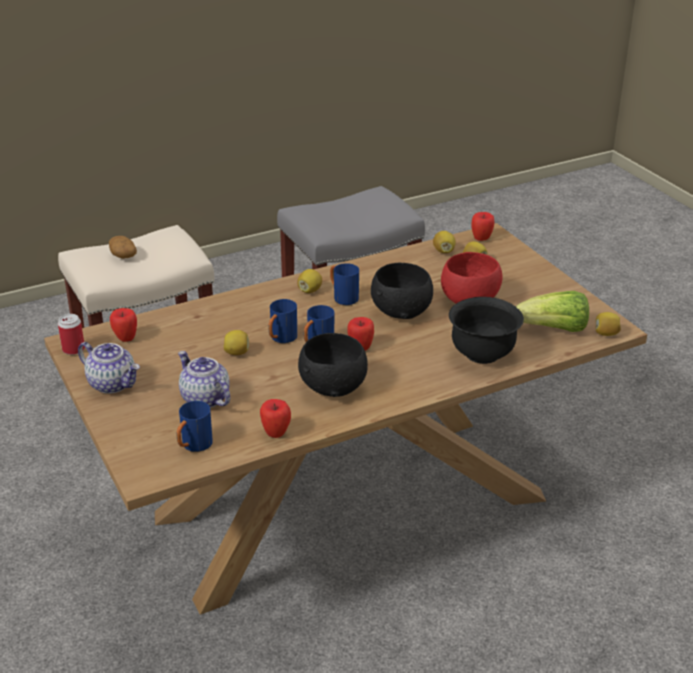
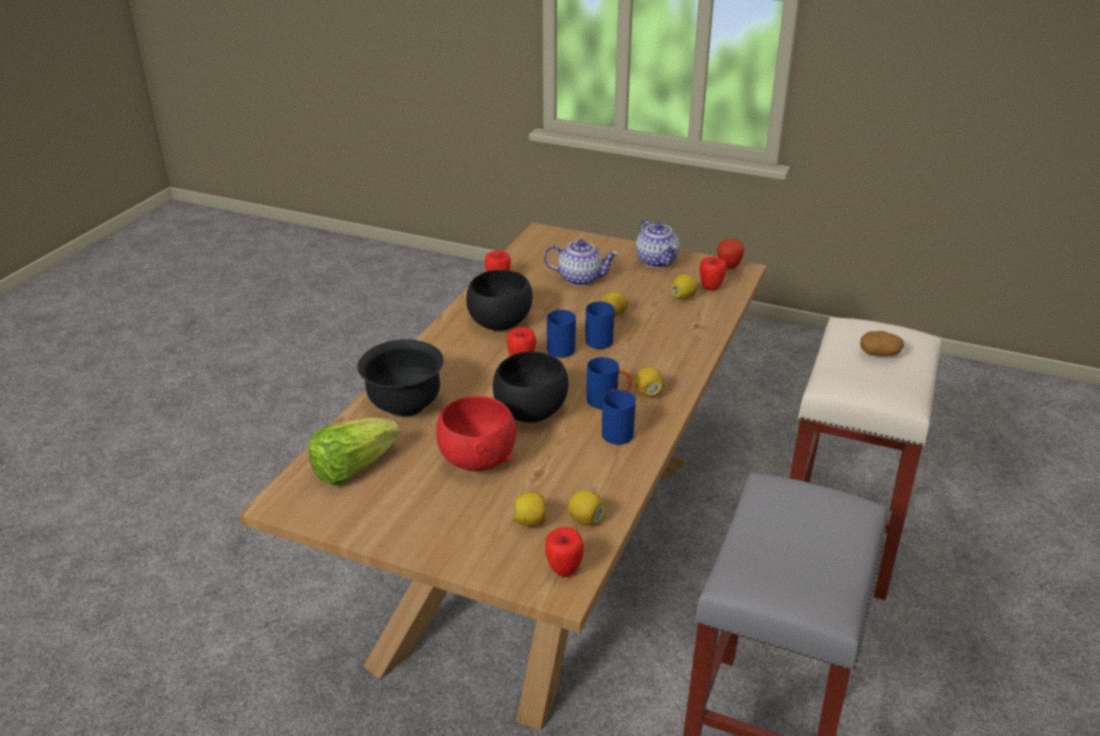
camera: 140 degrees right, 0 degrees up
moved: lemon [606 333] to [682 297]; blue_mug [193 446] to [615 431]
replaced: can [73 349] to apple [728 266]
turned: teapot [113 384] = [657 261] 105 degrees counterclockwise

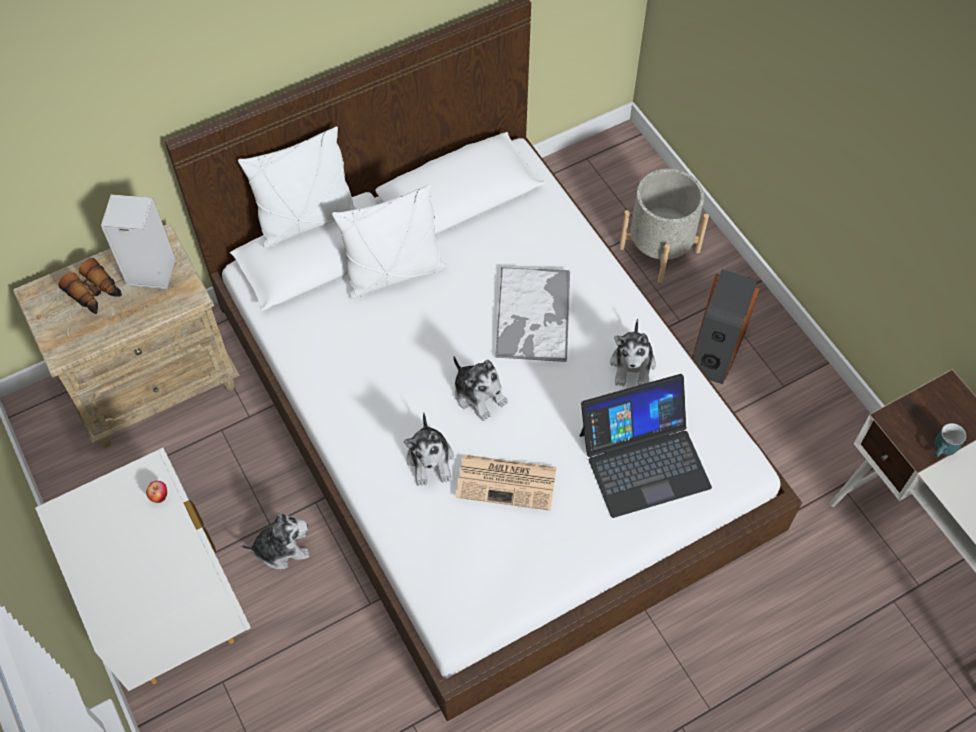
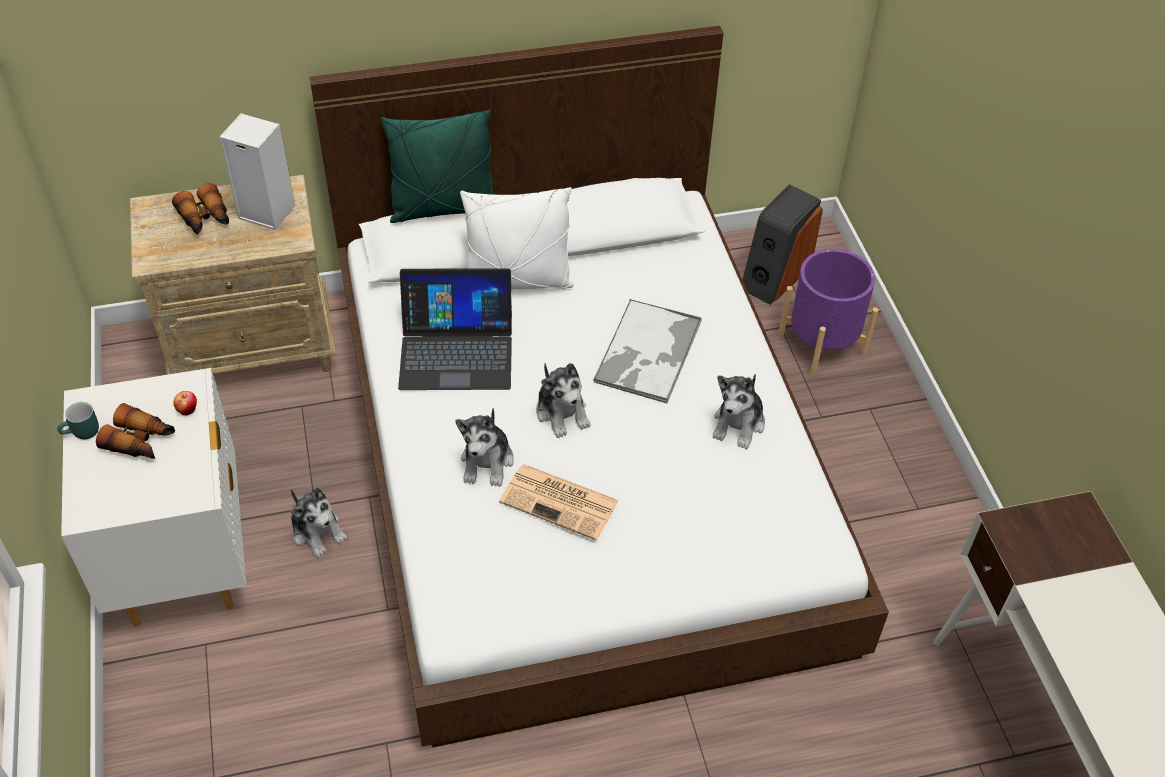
camera: 15 degrees right, 10 degrees down
added: binoculars [140 441]
moved: speaker [715 350] to [774 276]; laptop [643 459] to [456 350]; turquoise_mug [944 450] to [82 433]
recoloured: white_pillow [307 221] to green_pillow [443 209]; grey_planter [659 249] to purple_planter [822 344]
turned: plush_toy [282 548] = [318 531] 45 degrees clockwise

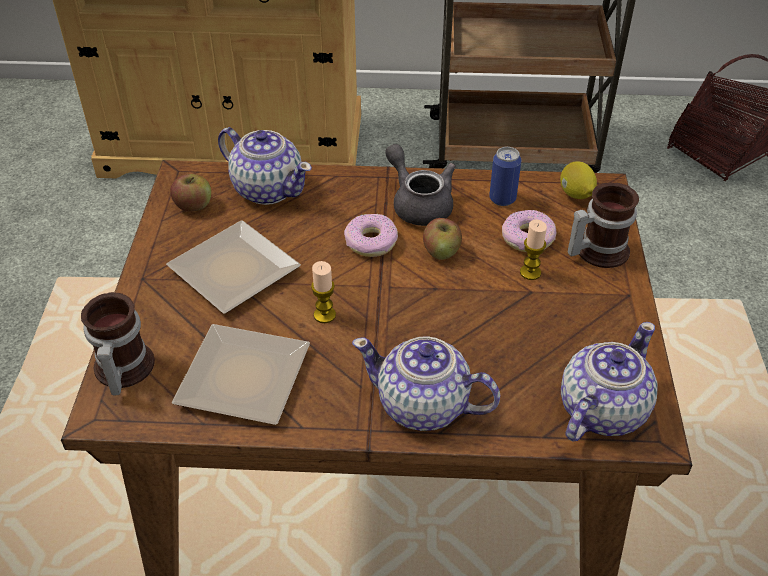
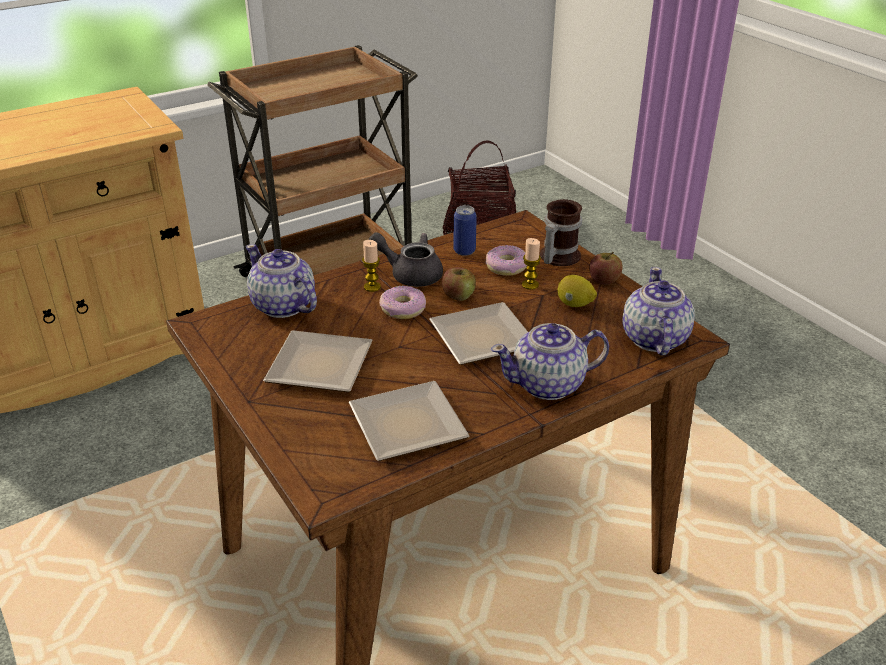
camera: 35 degrees left, 10 degrees down
removed: mug [120 370]
added: plate [480 340]
moved: lemon [576 195] to [574 304]; apple [193 205] to [604 280]; candle [324 315] to [372 287]
turned: teapot [267 189] = [283 306] 135 degrees counterclockwise

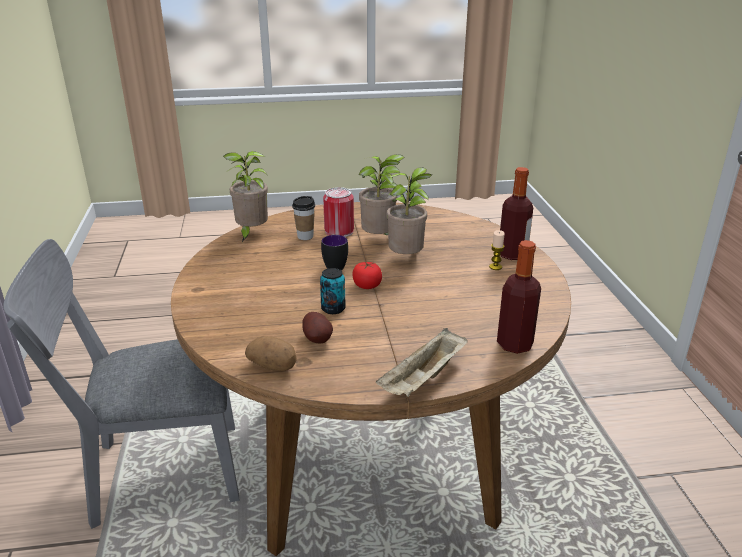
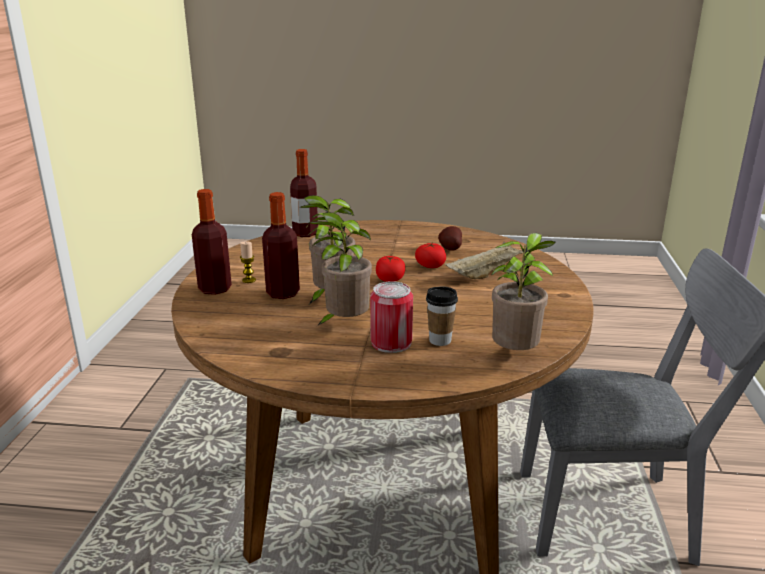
camera: 165 degrees left, 5 degrees down
removed: mug [334 266]; potato [273 366]
added: bottle [283 293]
moved: beige_tray [423 379] to [486 273]
replaced: can [333 309] to tomato [430 266]

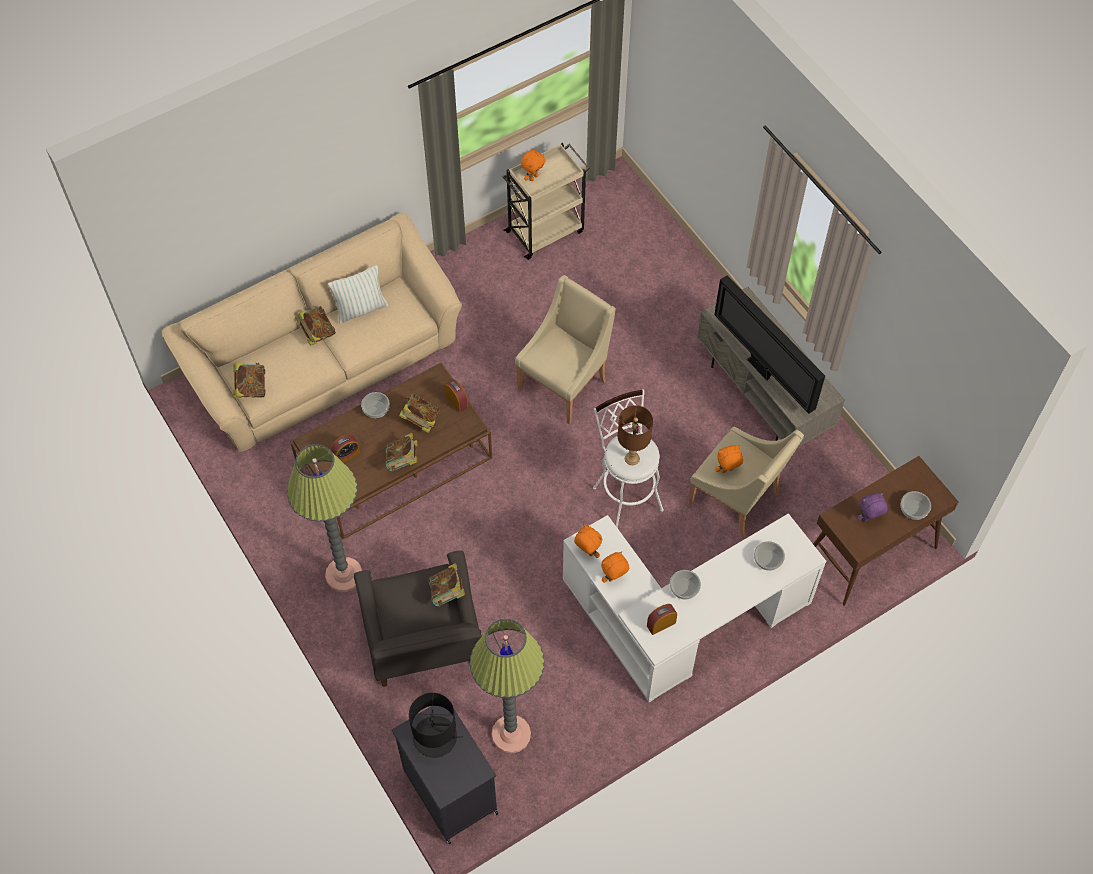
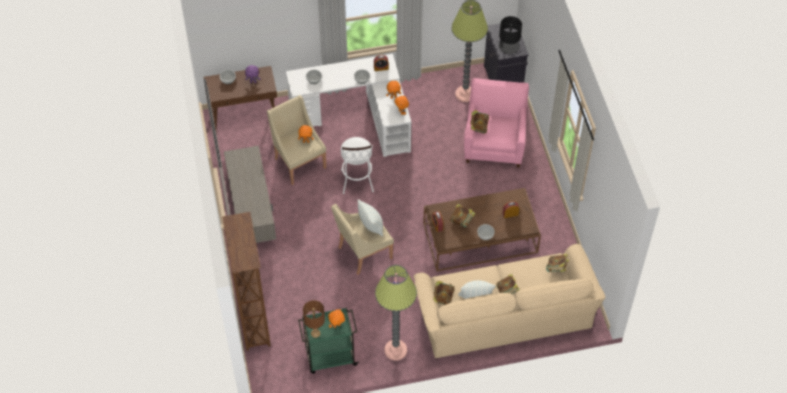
camera: 160 degrees left, 5 degrees down
removed: television [761 369]
added: pillow [371 226]; brown_bookcase [254 322]
moved: brown_table_lamp [632 458] to [315 333]; book [402 461] to [442 298]; floor_lamp [344 575] to [395 350]
recoloured: beige_cart [546 231] to green_cart [330 357]; grey_armchair [424 644] to pink_armchair [494 143]

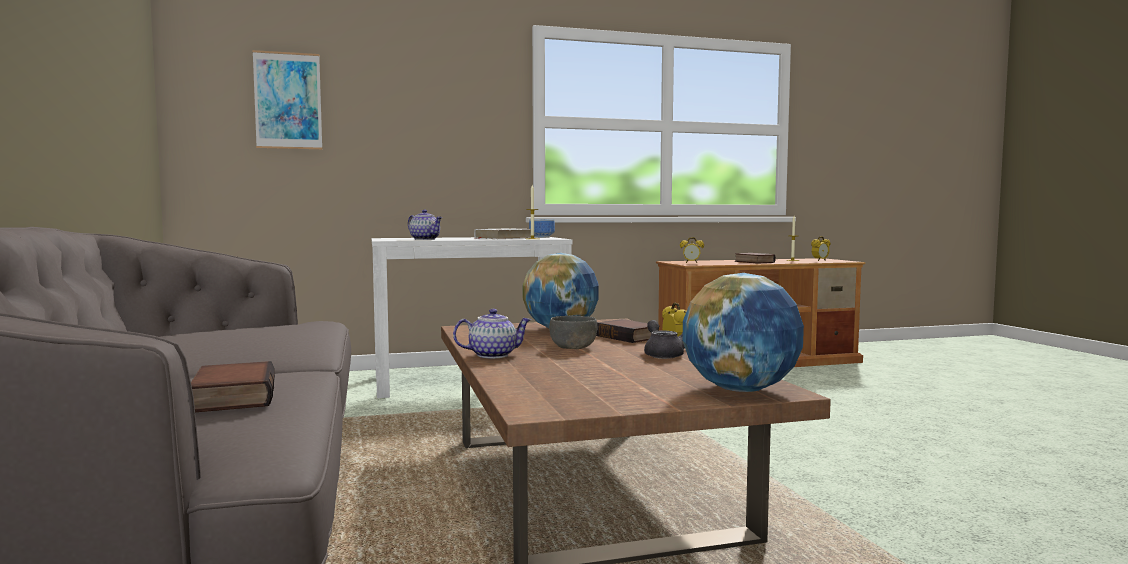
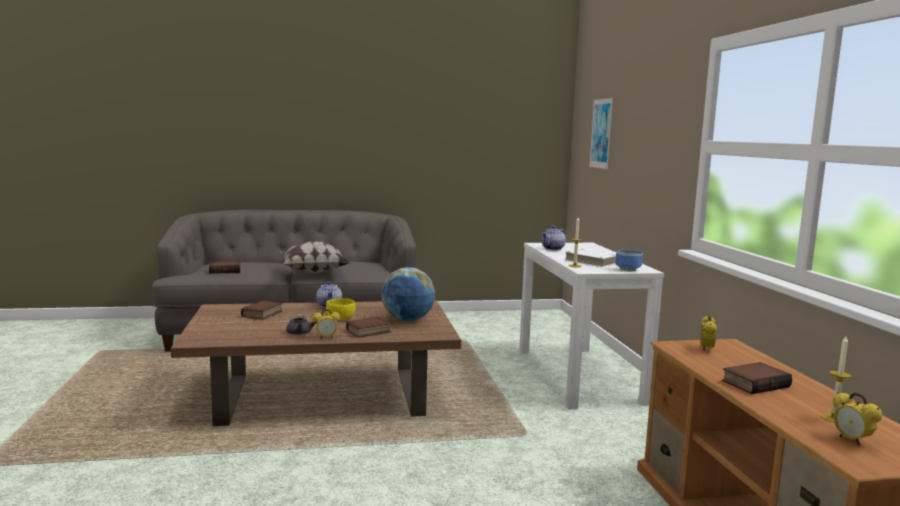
camera: 95 degrees right, 5 degrees up
removed: globe [741 390]
added: pillow [312 272]; book [263 314]
recoloured: grey_bowl [572 347] to yellow_bowl [341 318]

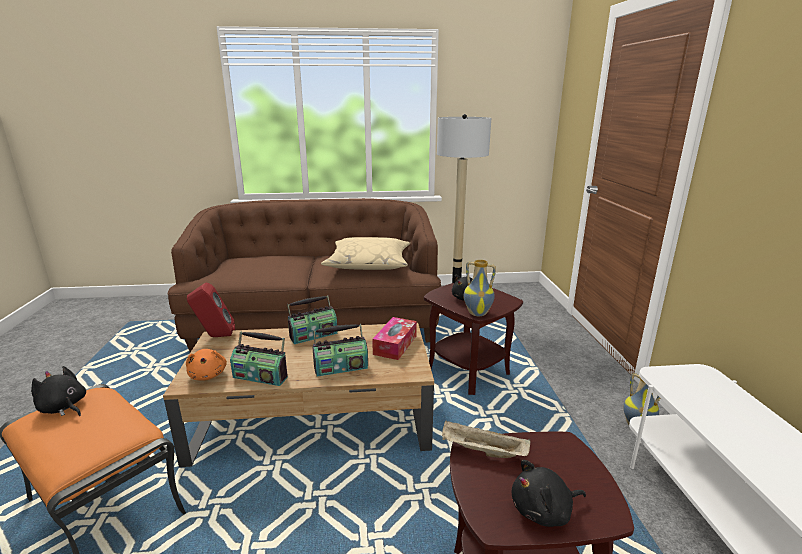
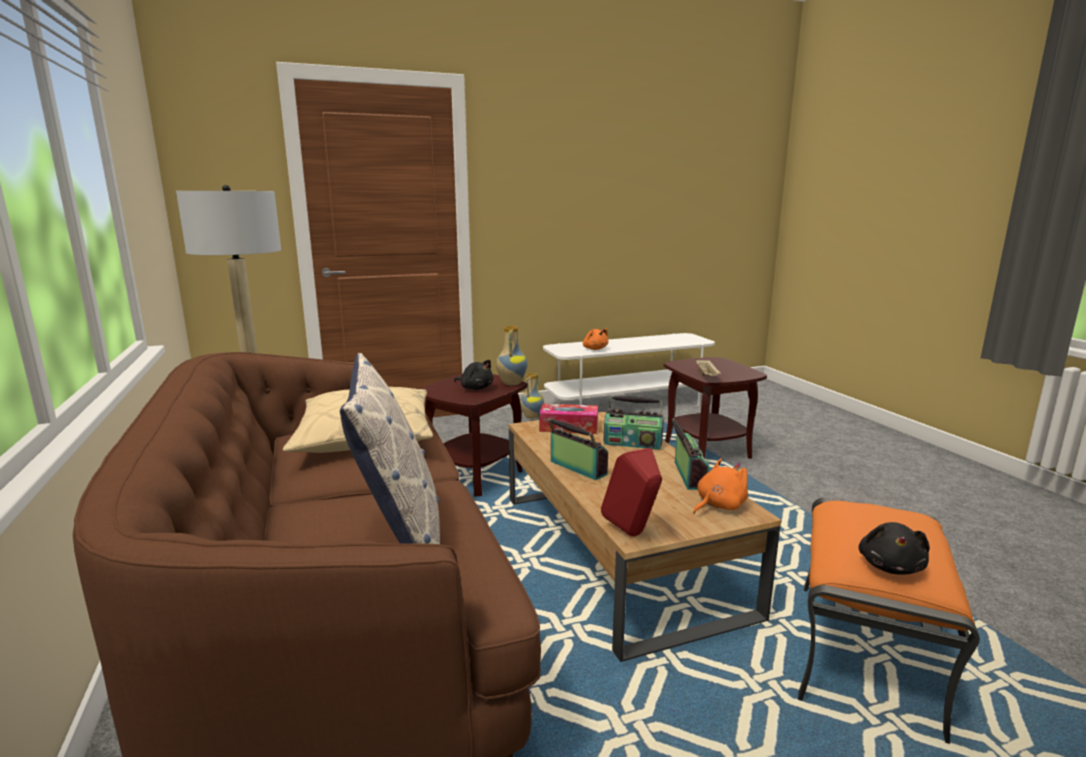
camera: 105 degrees left, 5 degrees down
removed: black_plush_toy [544 511]
added: orange_plush_toy [594 349]; pillow [400 540]
turned: radio [341 367] = [633 443] 135 degrees clockwise

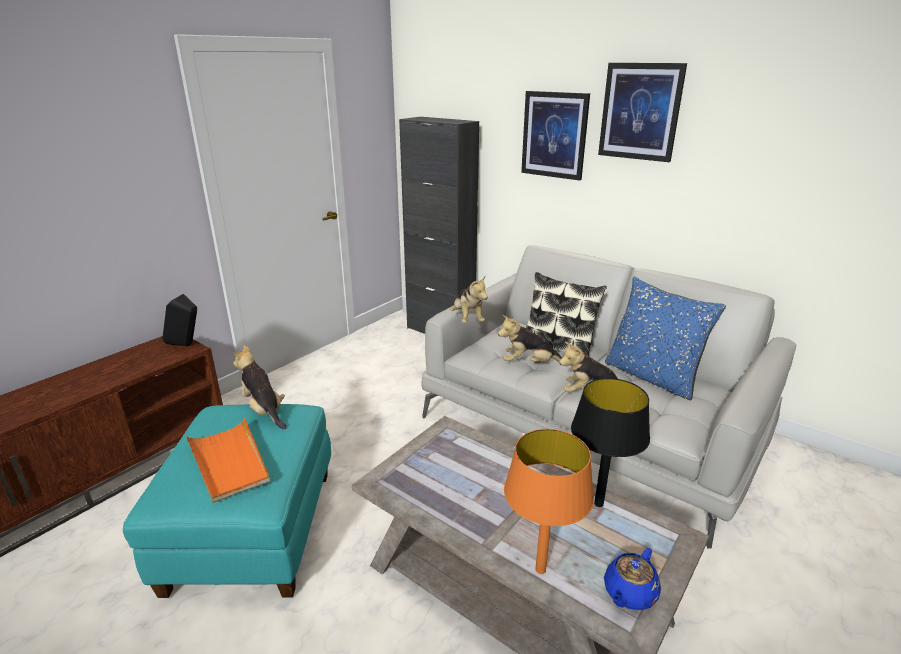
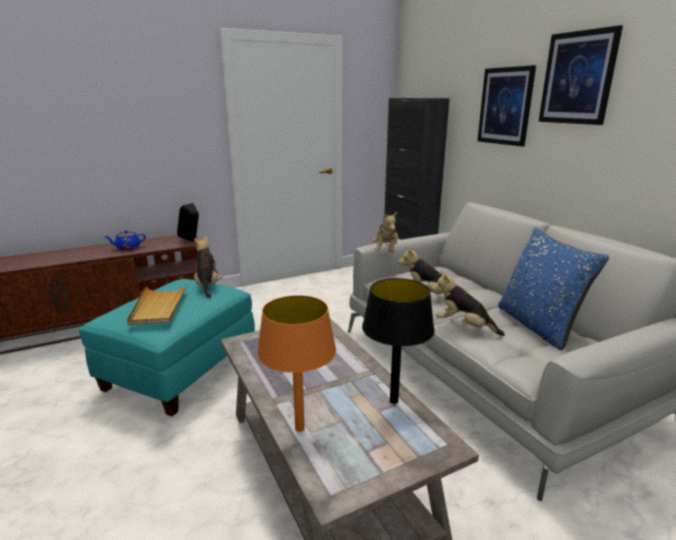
camera: 25 degrees right, 5 degrees down
removed: pillow [558 347]
moved: blue_teapot [629 593] to [127 248]
recoloured: orange_tray [229 462] to beige_tray [159 307]

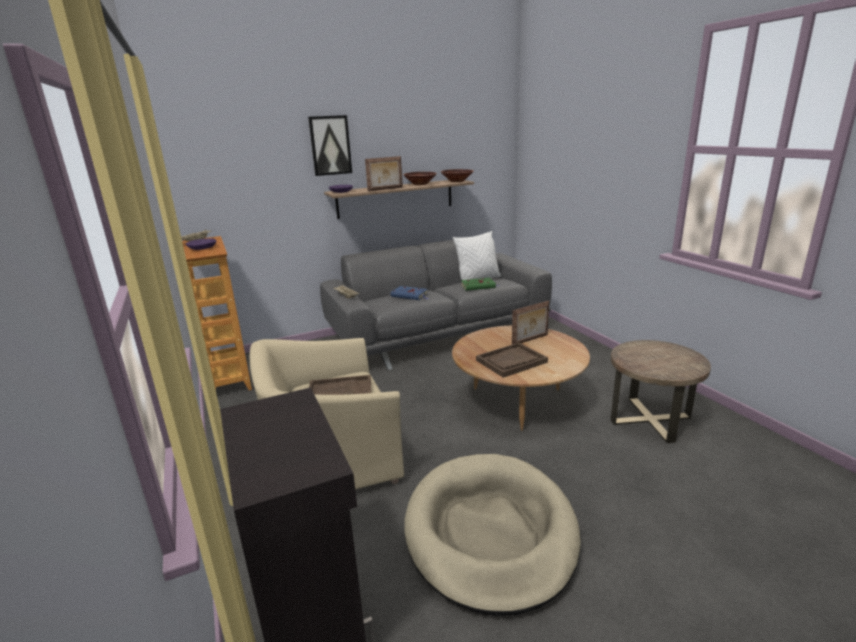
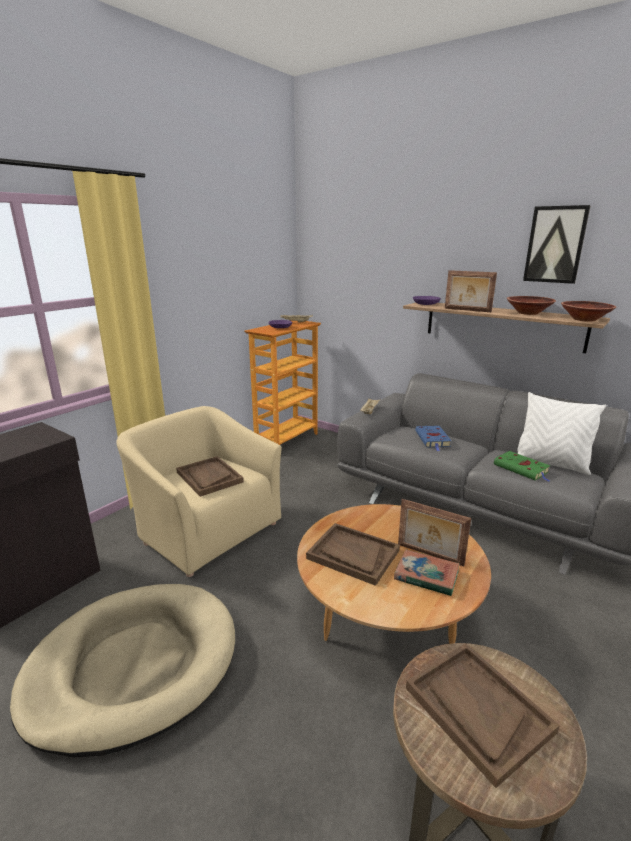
camera: 60 degrees right, 0 degrees up
added: book [426 576]; brown_tray [477 709]
moved: picture [330 145] to [555 245]

